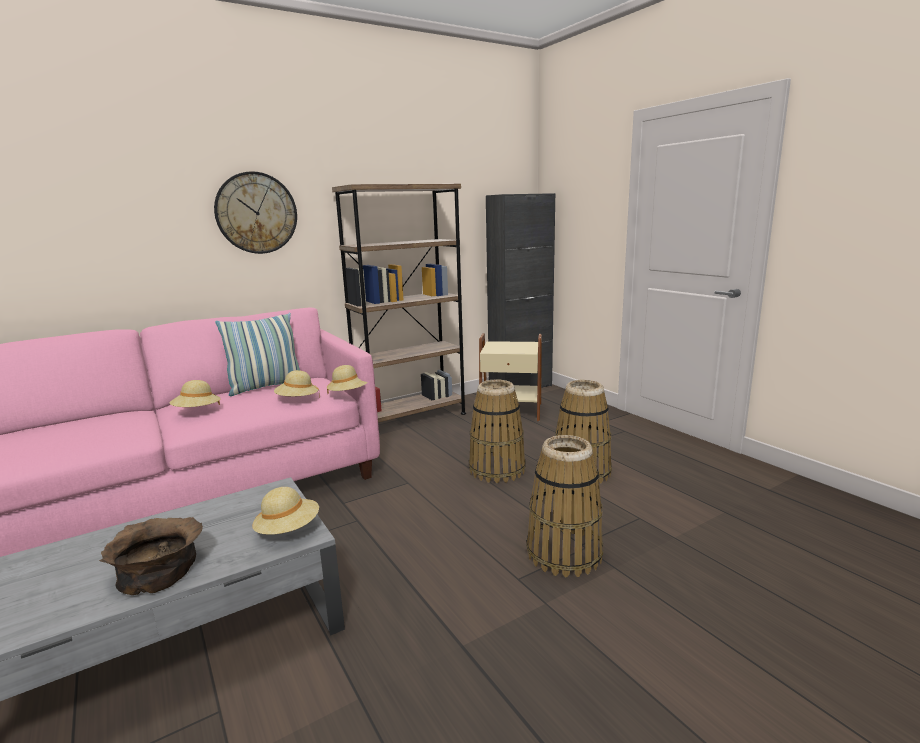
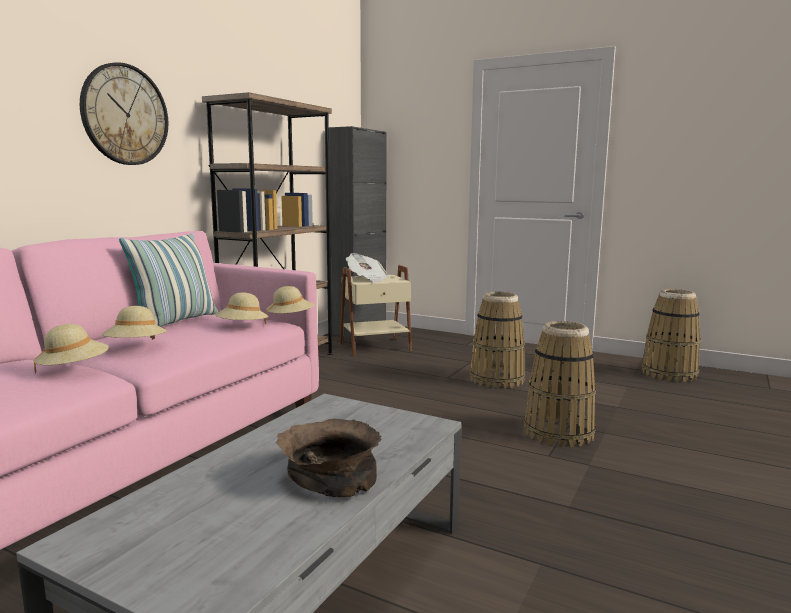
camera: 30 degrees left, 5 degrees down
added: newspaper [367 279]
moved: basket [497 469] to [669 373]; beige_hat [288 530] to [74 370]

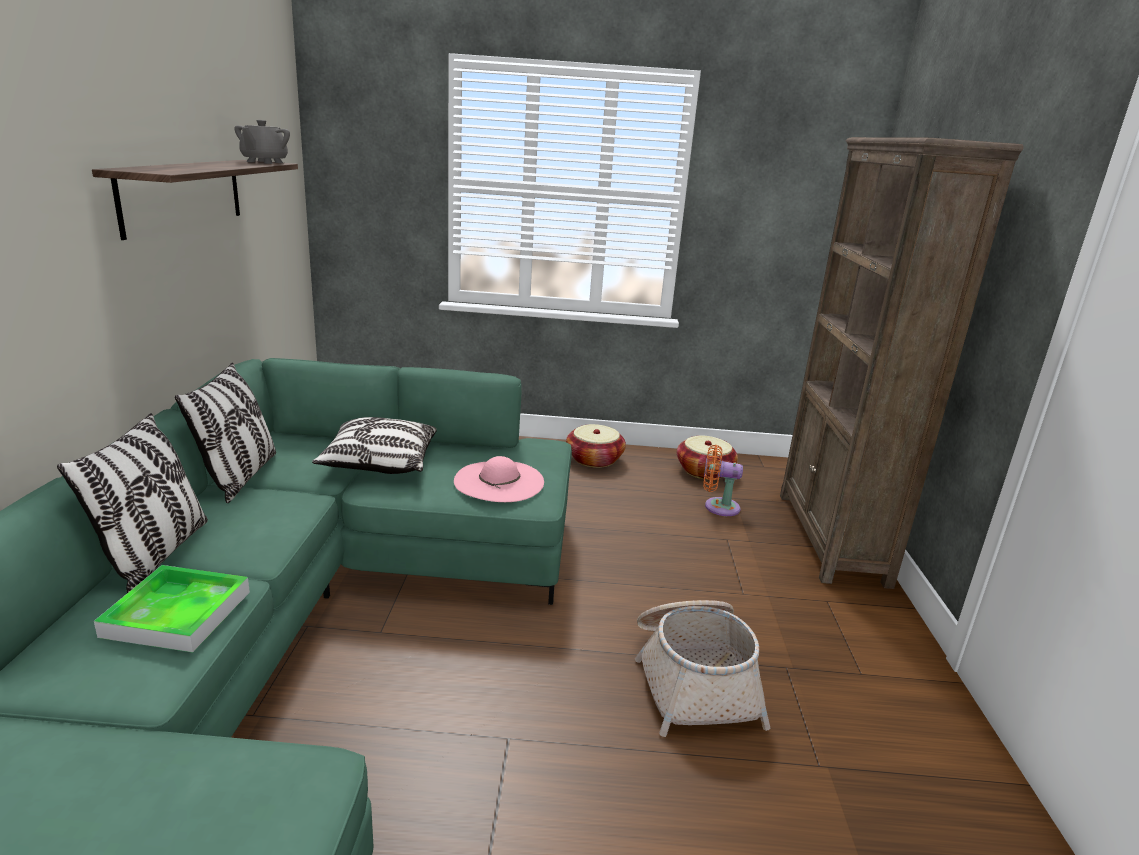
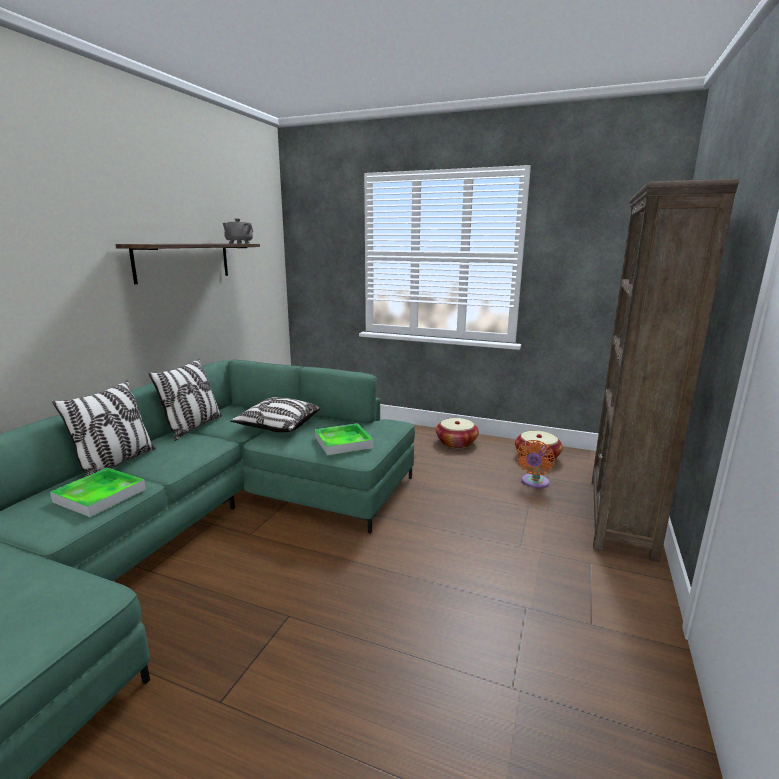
camera: 20 degrees right, 5 degrees down
removed: basket [693 679]
replaced: pink_hat [499 481] to tray [343 442]
turned: orange_fan [718 506] = [534 483] 90 degrees counterclockwise

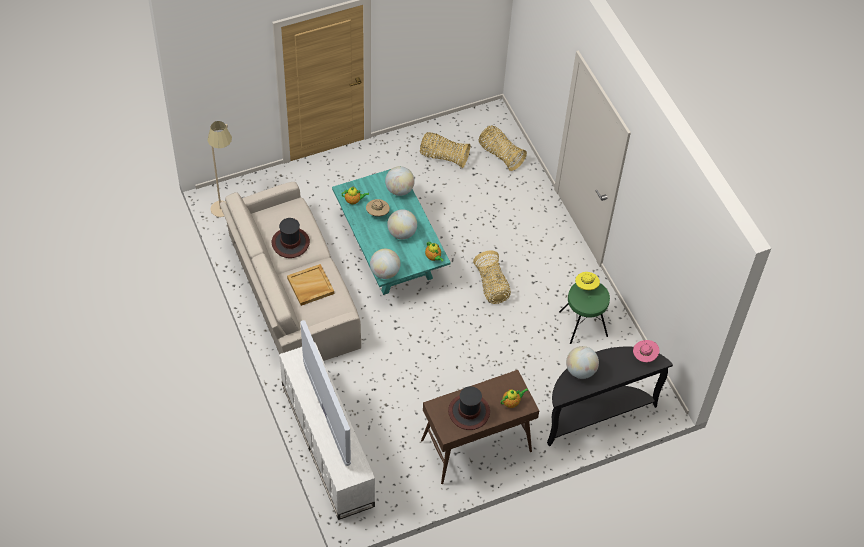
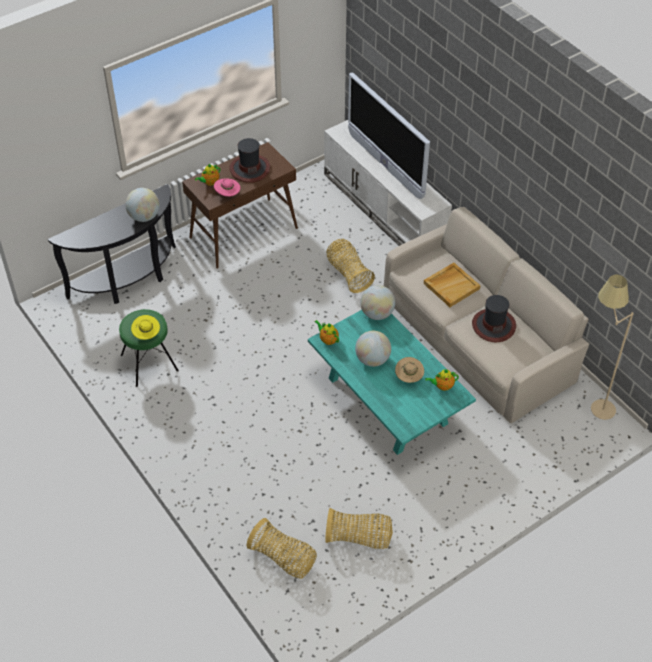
camera: 170 degrees right, 5 degrees down
removed: globe [399 190]
moved: basket [491 286] to [348 274]; pink_hat [644 356] to [227 194]

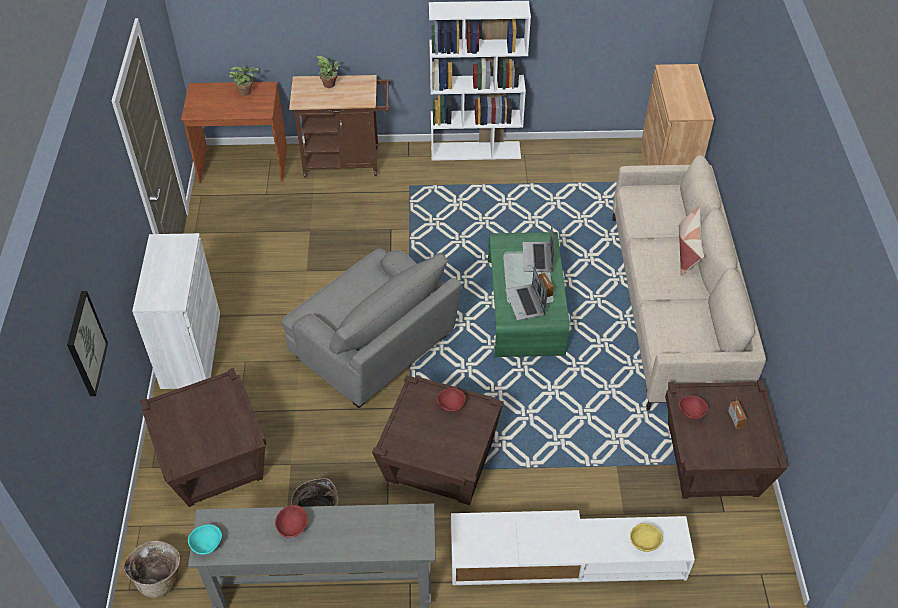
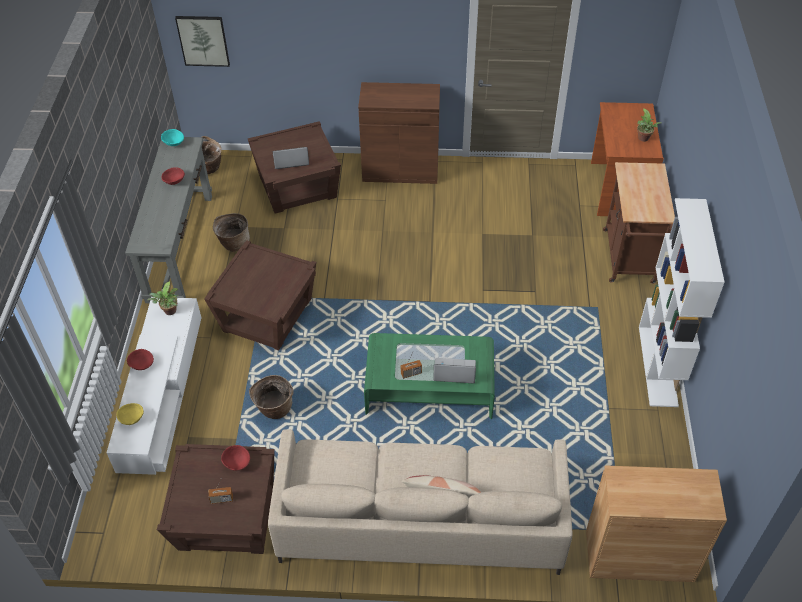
camera: 95 degrees right, 0 degrees up
removed: grey_armchair [374 349]
added: basket [274 408]
moved: potted_plant [330 85] to [169 312]; laptop [526 303] to [290 160]; picture [85 344] to [203 40]; red_bowl [451 405] to [142 365]
recoloured: white_cabinet [191 350] to brown_cabinet [400 170]

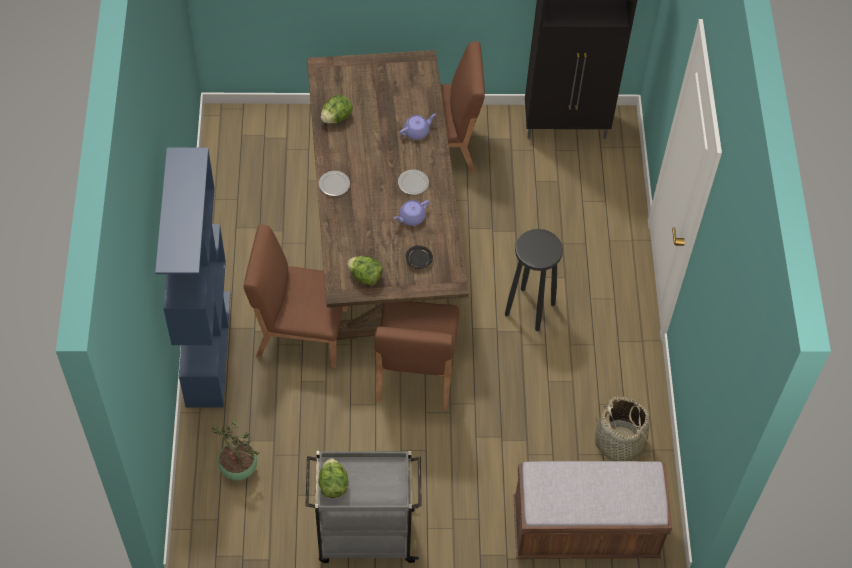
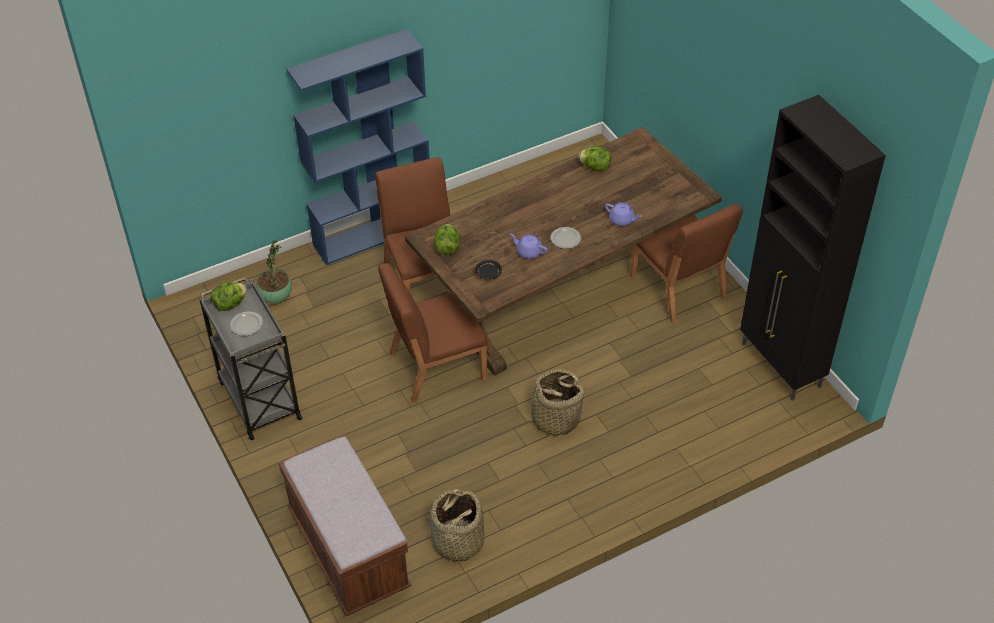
camera: 65 degrees right, 10 degrees down
moved: plate [335 184] to [247 325]
replaced: black_stool [529 308] to basket [555 418]

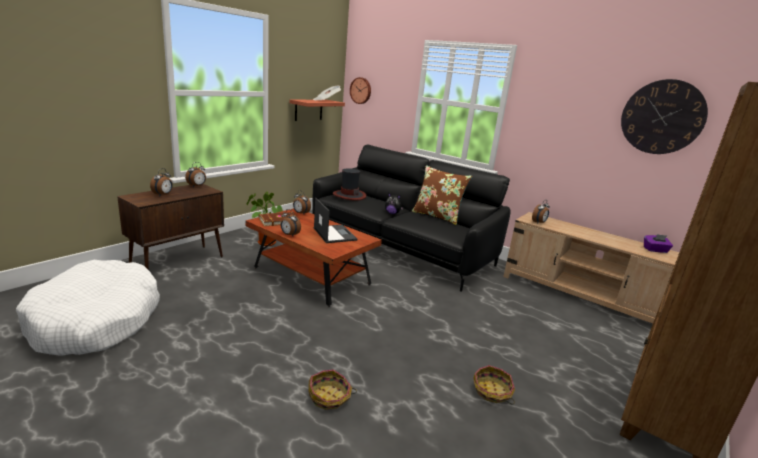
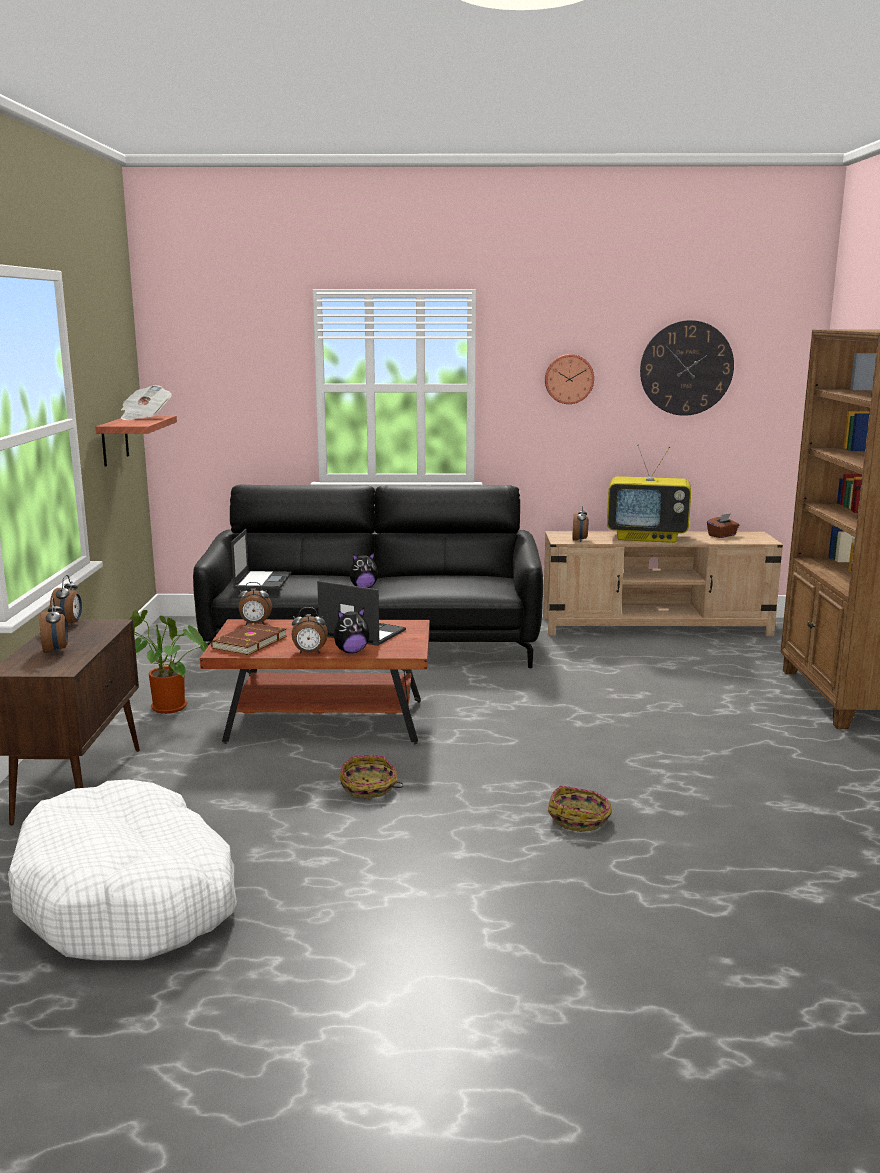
camera: 35 degrees left, 5 degrees down
removed: brown_pillow [437 216]
added: television [647 537]; plush_toy [351 651]
moved: wall_clock [361 90] to [569 379]; basket [492 392] to [369 788]
replaced: hat [349 195] to laptop [262 580]
recoloured: purple_tissue_box [655 250] to brown_tissue_box [722 535]

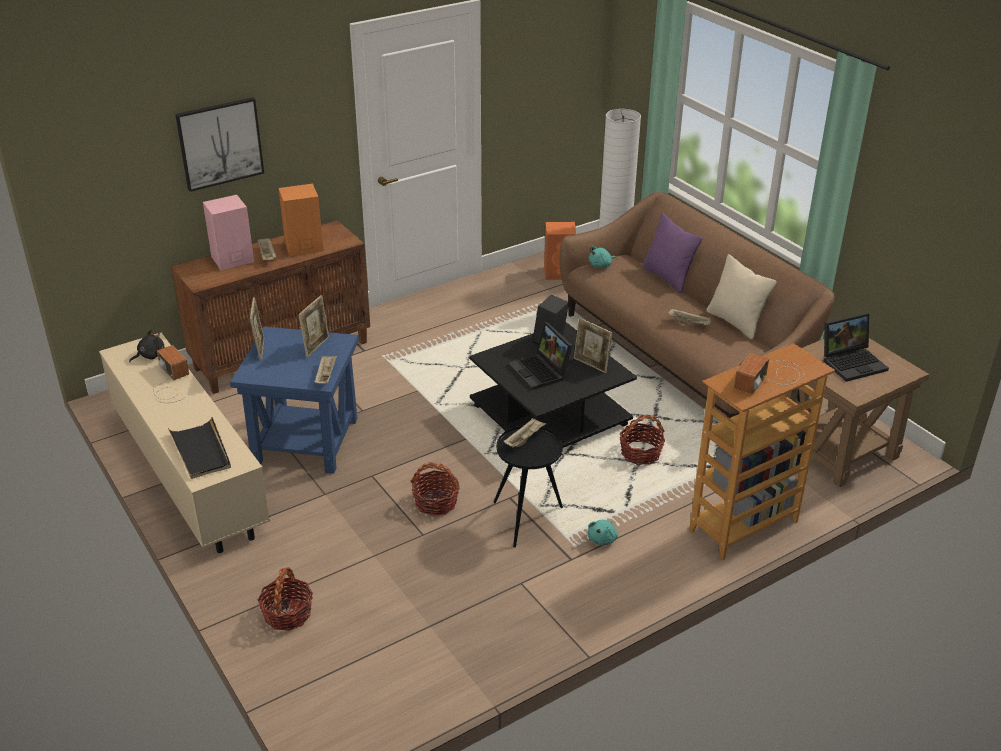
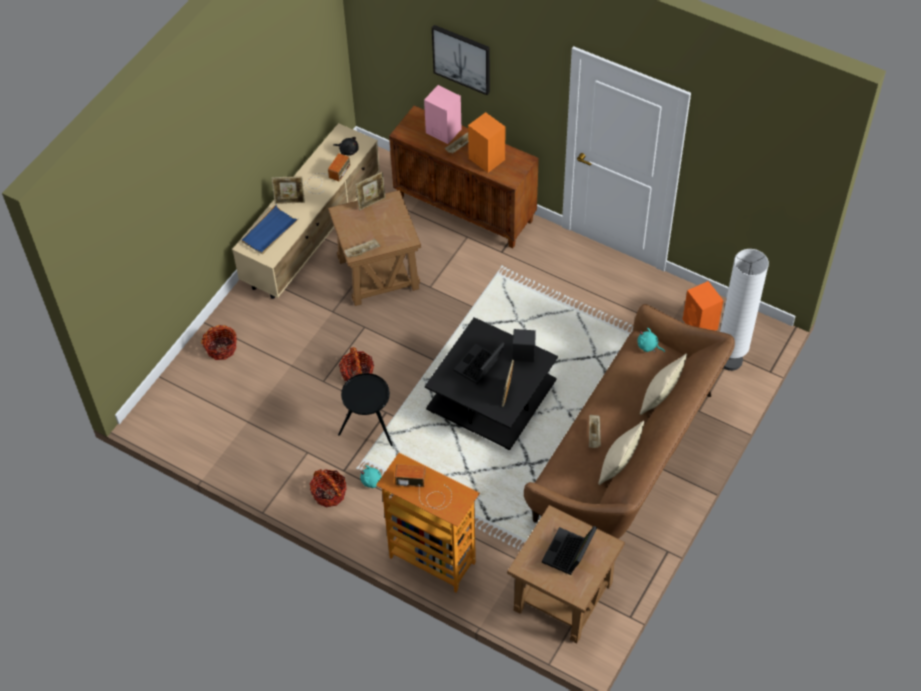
camera: 65 degrees right, 20 degrees up
removed: beige_tray [524 439]
moved: picture_frame [316 346] to [290 201]; basket [640 453] to [329 493]
recoloured: purple_pillow [668 278] to beige_pillow [660 398]; blue_side_table [305 440] to brown_side_table [379 273]; black_tray [201 451] to blue_tray [269 232]
turned: laptop [853 362] = [569 554] 75 degrees clockwise

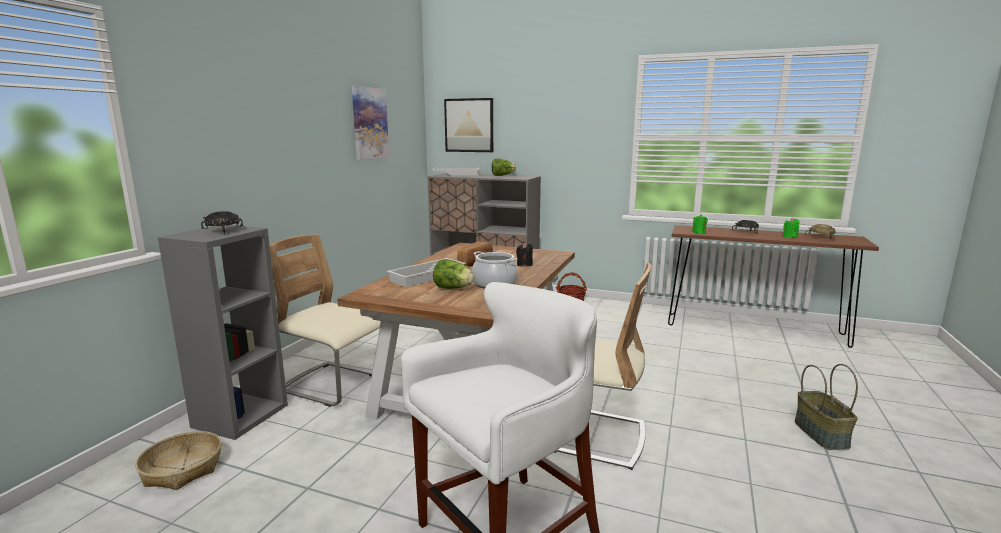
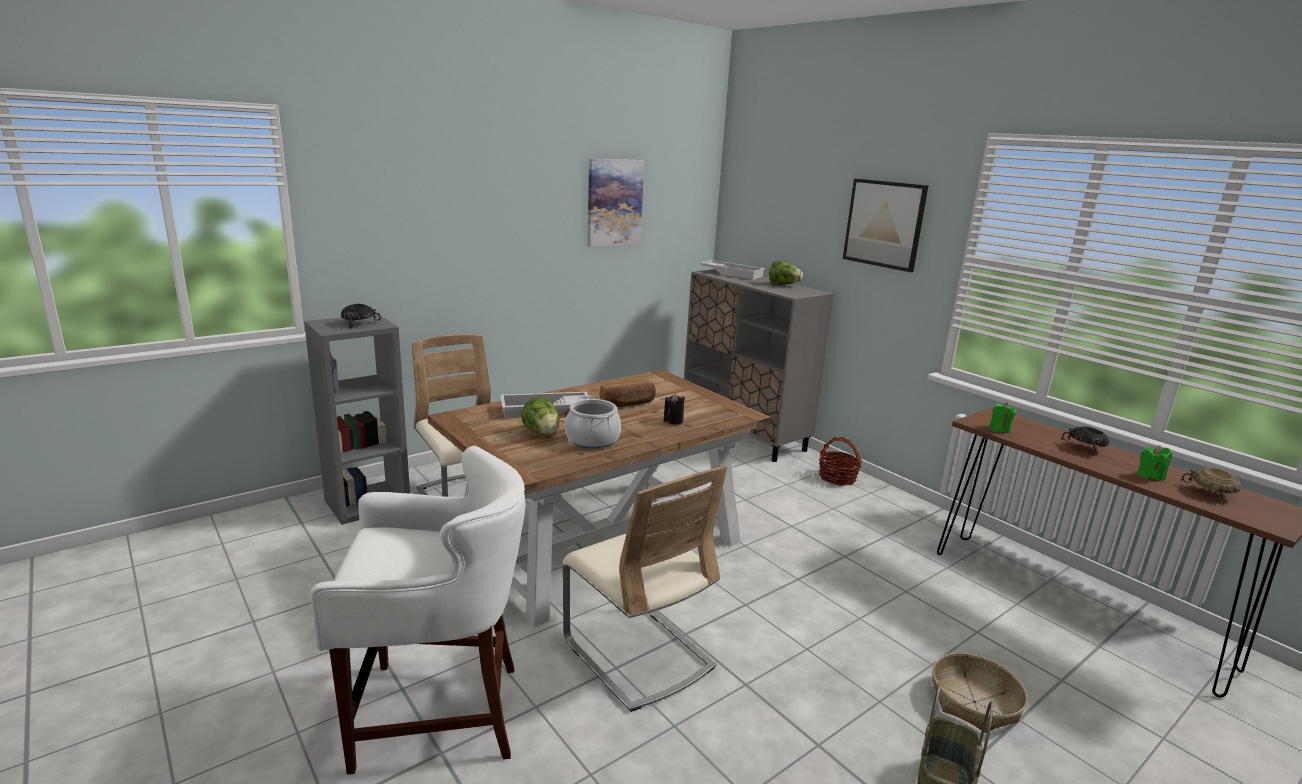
camera: 30 degrees right, 5 degrees up
moved: picture [469 125] to [884 224]; basket [183 469] to [974 702]

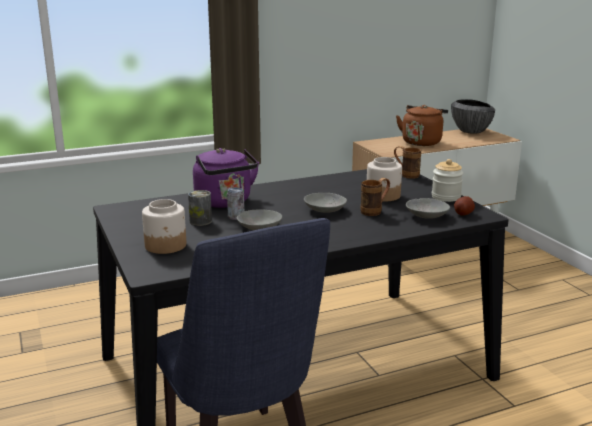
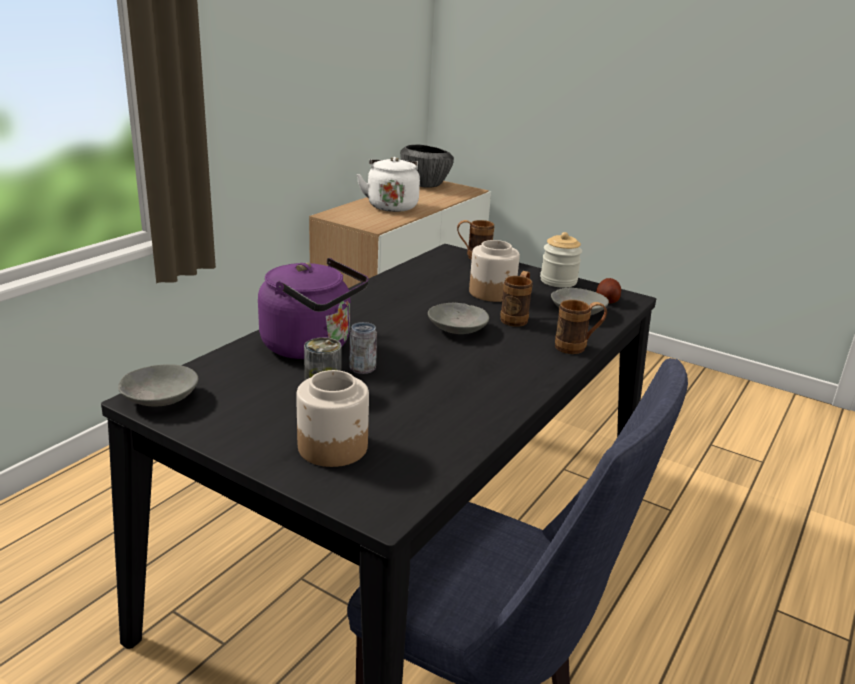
camera: 35 degrees left, 5 degrees up
added: brown_mug [577 348]
moved: grey_bowl [259 227] to [159 398]
recoloured: brown_kettle [422 142] to white_kettle [391 206]

